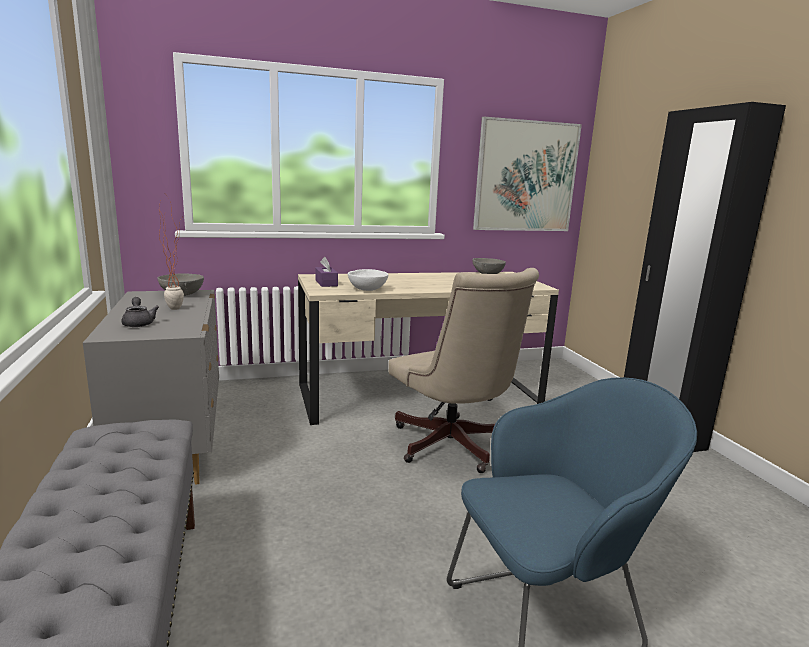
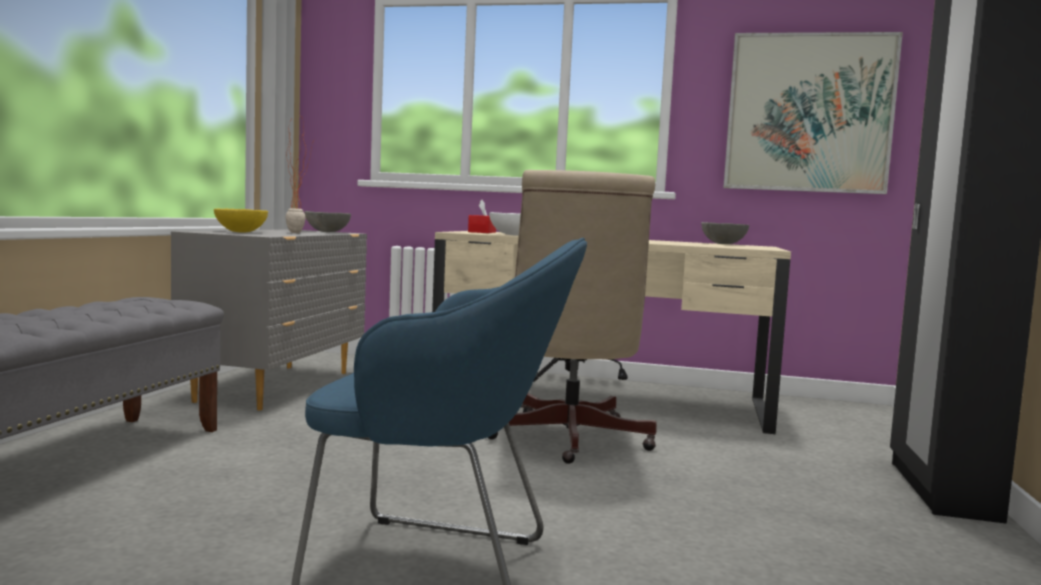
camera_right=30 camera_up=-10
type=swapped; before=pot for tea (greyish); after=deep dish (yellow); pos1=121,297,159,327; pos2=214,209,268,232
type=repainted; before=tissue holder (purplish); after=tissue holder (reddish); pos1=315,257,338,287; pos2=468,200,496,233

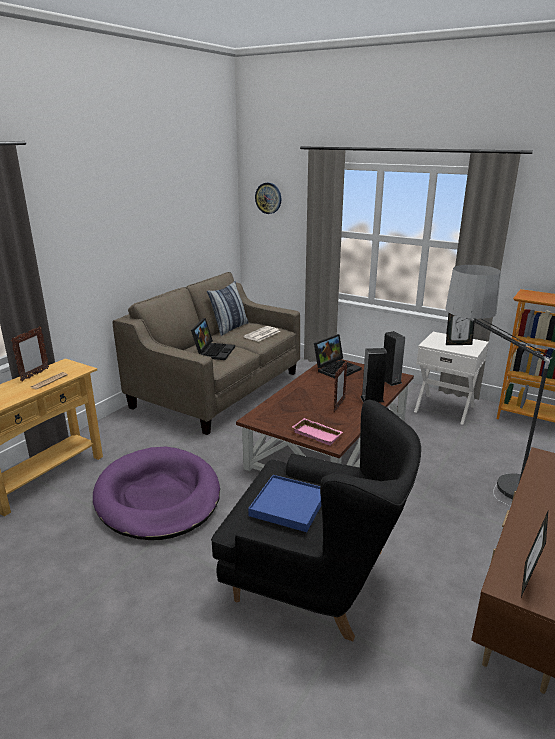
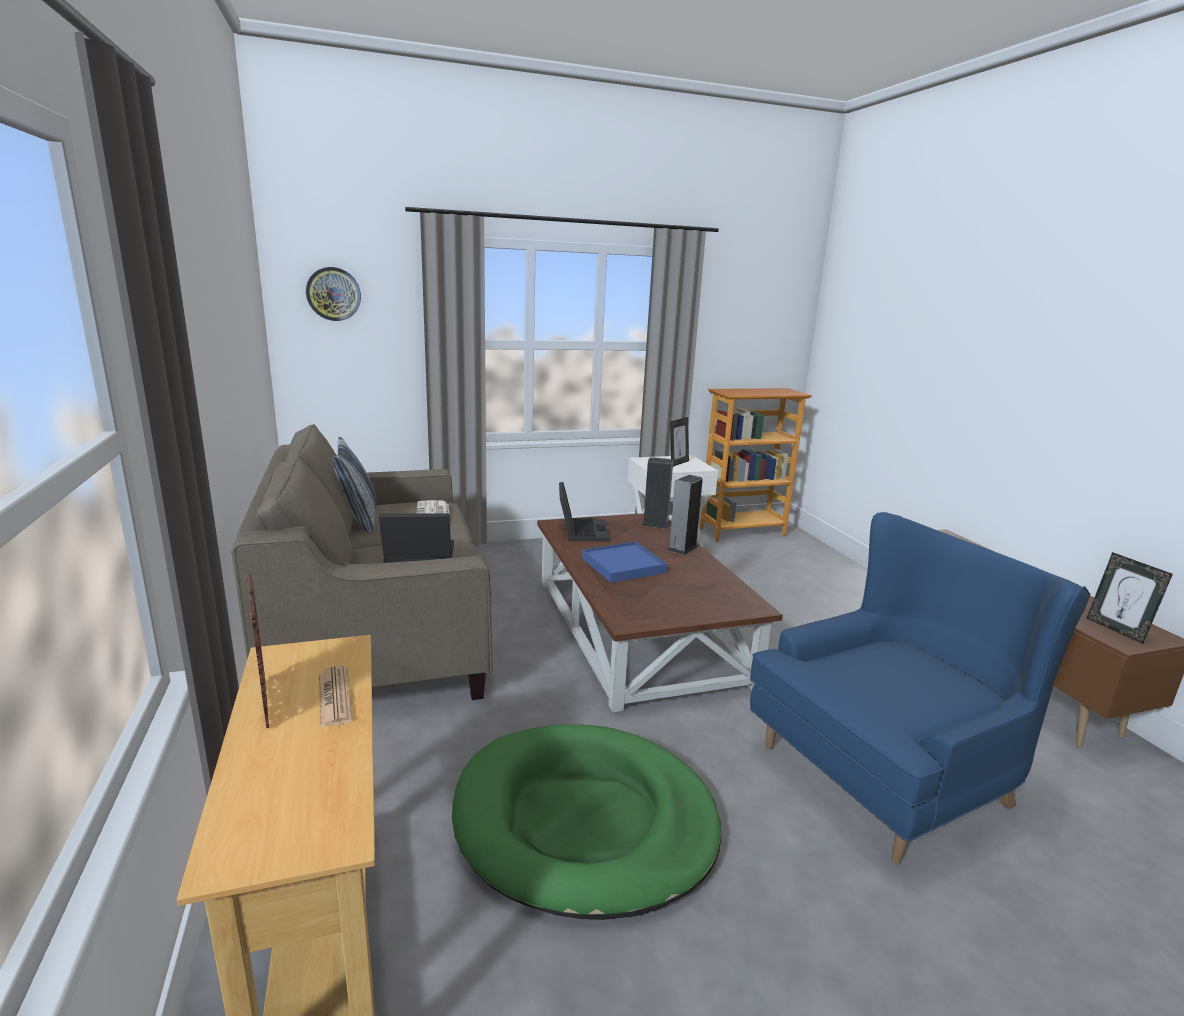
camera_right=-50 camera_up=-5
type=rotated; before=laptop; pos1=191,318,235,360; pos2=379,514,454,563; turn=-60
type=repainted; before=dog cushion (purplish); after=dog cushion (green-coloured); pos1=93,447,220,540; pos2=452,724,721,920
type=shifted; before=serving tray (bluish); pos1=248,475,321,532; pos2=582,542,667,583
type=repainted; before=lounge chair (black); after=lounge chair (bluish); pos1=211,400,421,641; pos2=750,512,1090,864
type=gone; before=serving tray (pinkish); pos1=292,418,343,446
type=gone; before=standing frame; pos1=334,360,347,412
type=gone; before=standard lamp; pos1=445,265,553,506

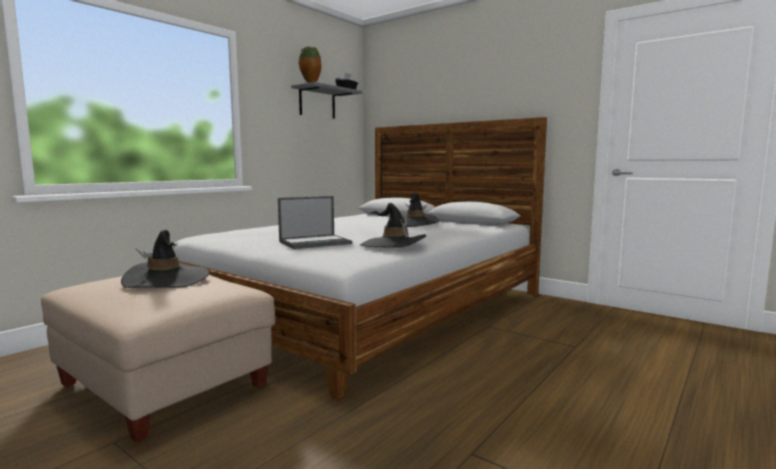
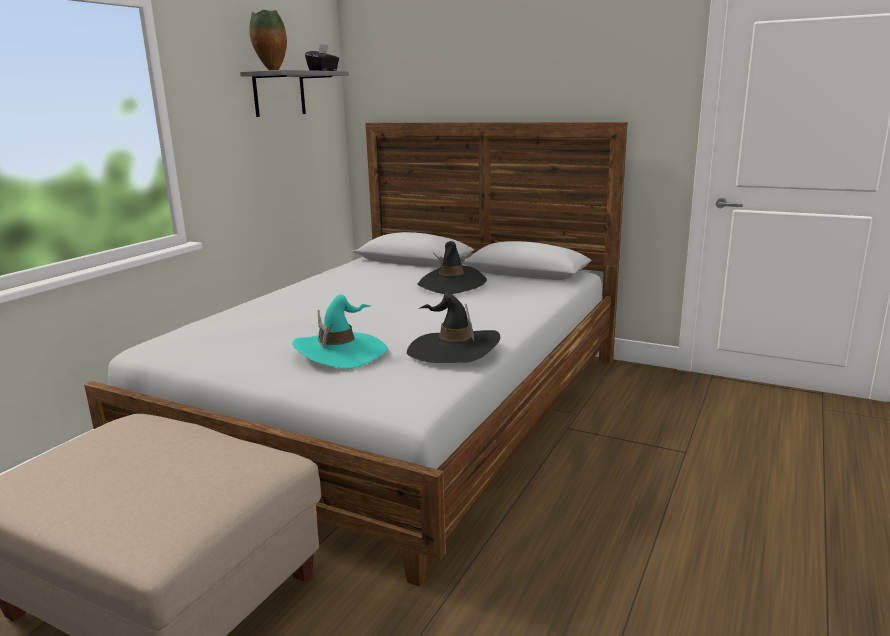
camera_right=-10 camera_up=10
type=swapped; before=laptop; after=hat (turquoise-coloured); pos1=278,196,352,249; pos2=292,294,388,369
type=gone; before=hat (black); pos1=121,230,210,288

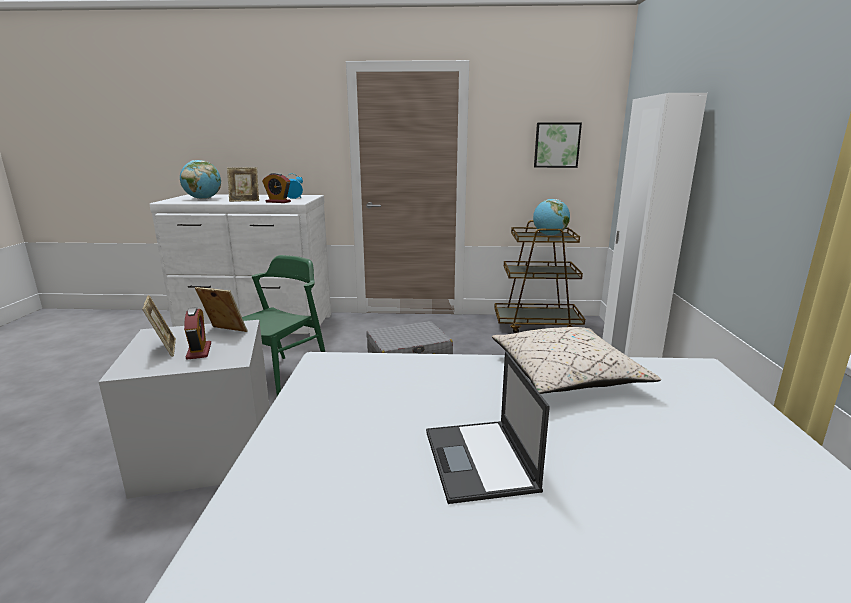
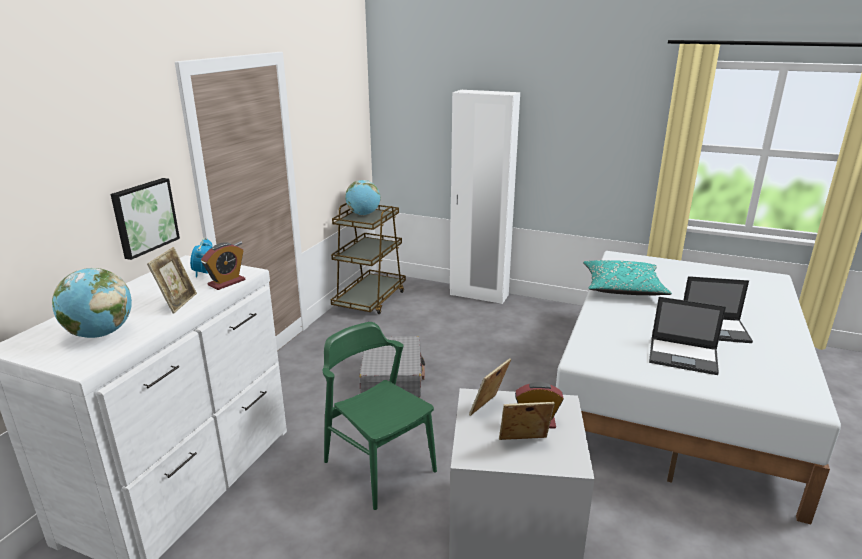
camera_right=-70 camera_up=5
type=shifted; before=wall art; pos1=534,123,582,168; pos2=111,178,180,260
type=repainted; before=throw pillow (beige); after=throw pillow (turquoise-coloured); pos1=492,327,661,394; pos2=583,260,672,295
type=new; after=laptop; pos2=649,297,726,375

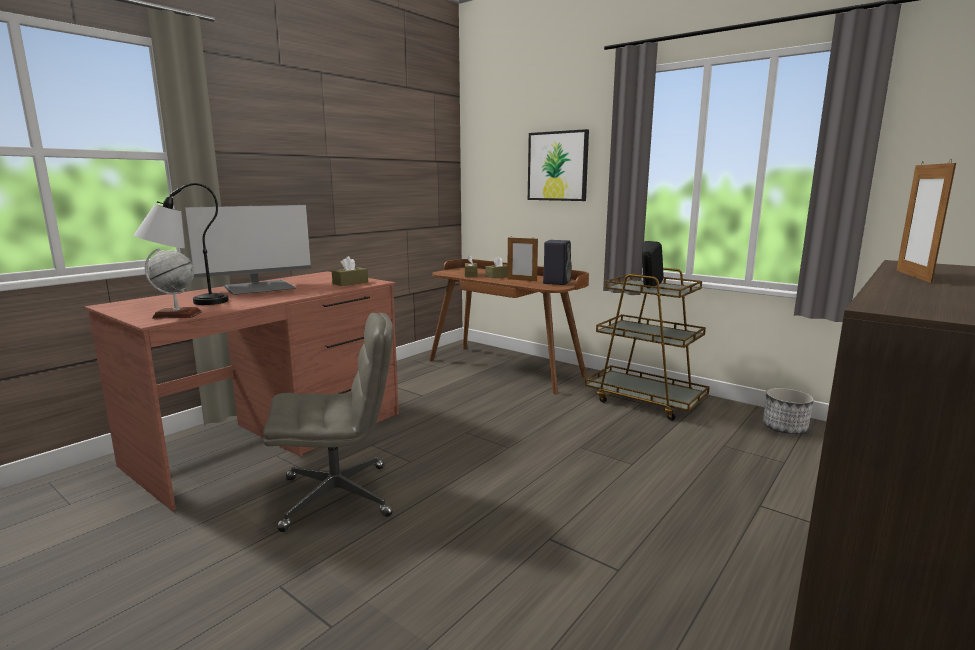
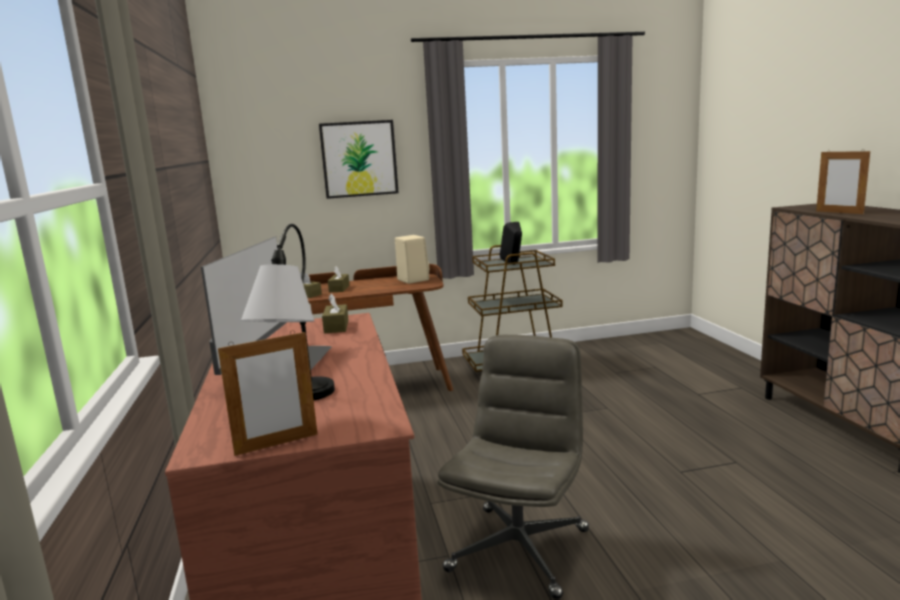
camera_right=-50 camera_up=0
type=shifted; before=standing frame; pos1=507,238,538,281; pos2=218,330,317,456
type=repainted; before=audio speaker (black); after=audio speaker (beige); pos1=543,240,572,285; pos2=395,235,429,284
type=gone; before=globe; pos1=145,248,202,319
type=gone; before=plant pot; pos1=763,388,814,434

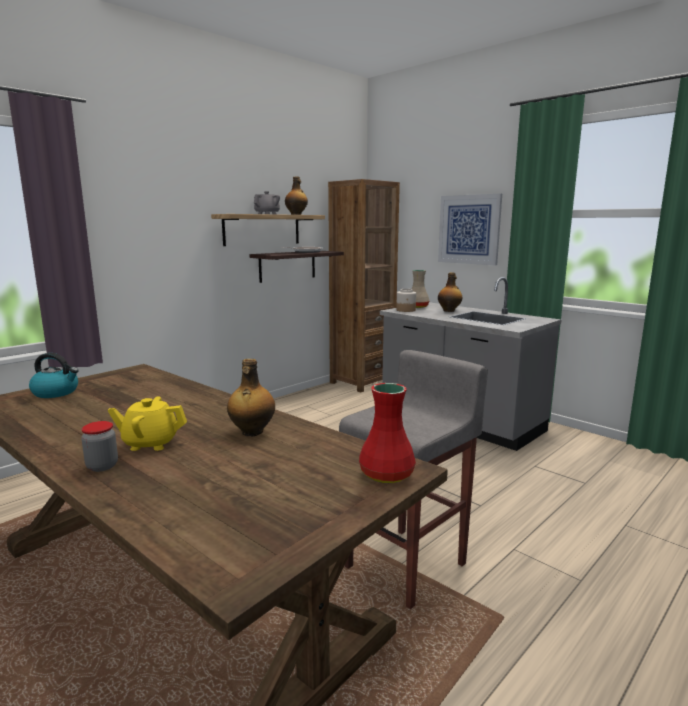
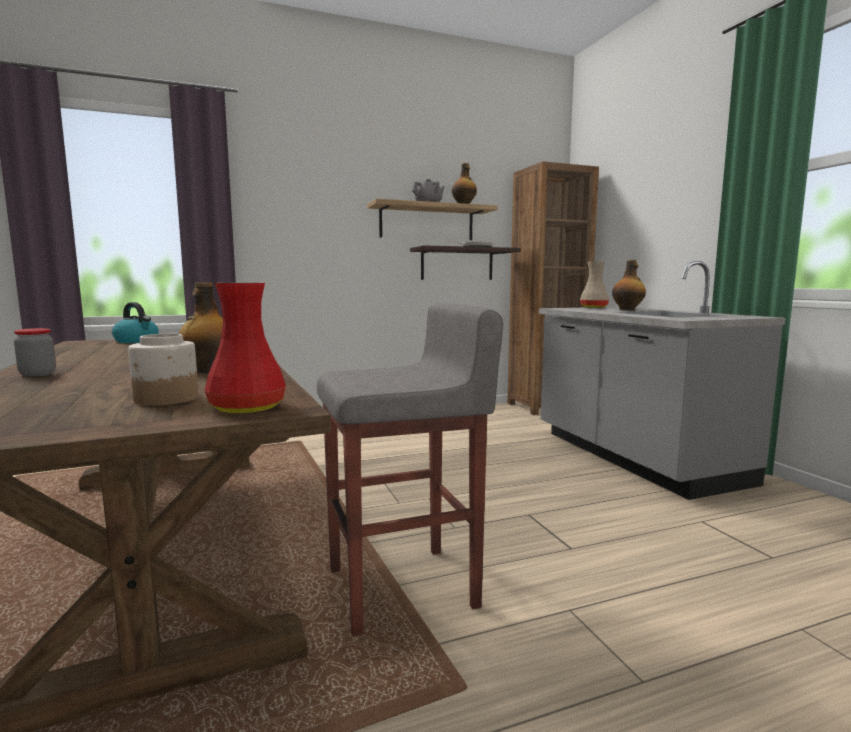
camera_right=25 camera_up=-5
type=shifted; before=preserve jar; pos1=396,289,416,312; pos2=128,334,198,406
type=gone; before=pot for tea (yellow); pos1=108,396,187,451
type=gone; before=wall art; pos1=438,194,502,265

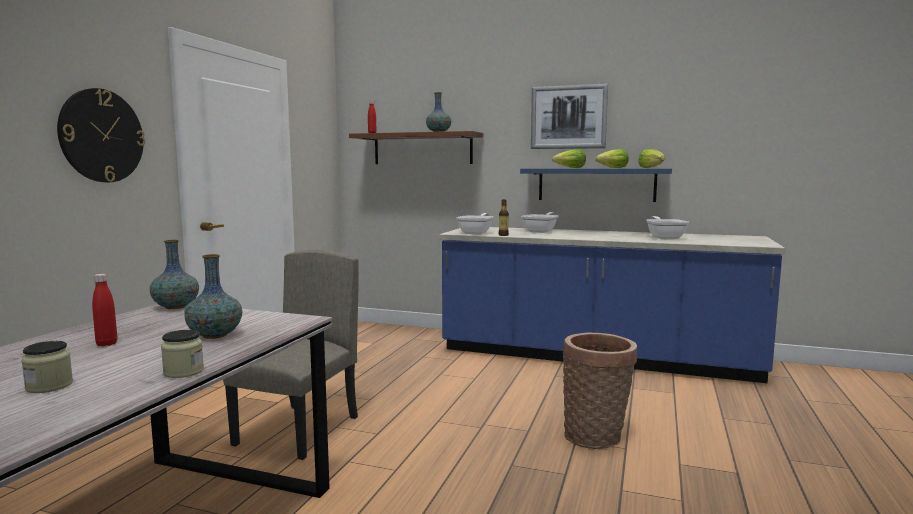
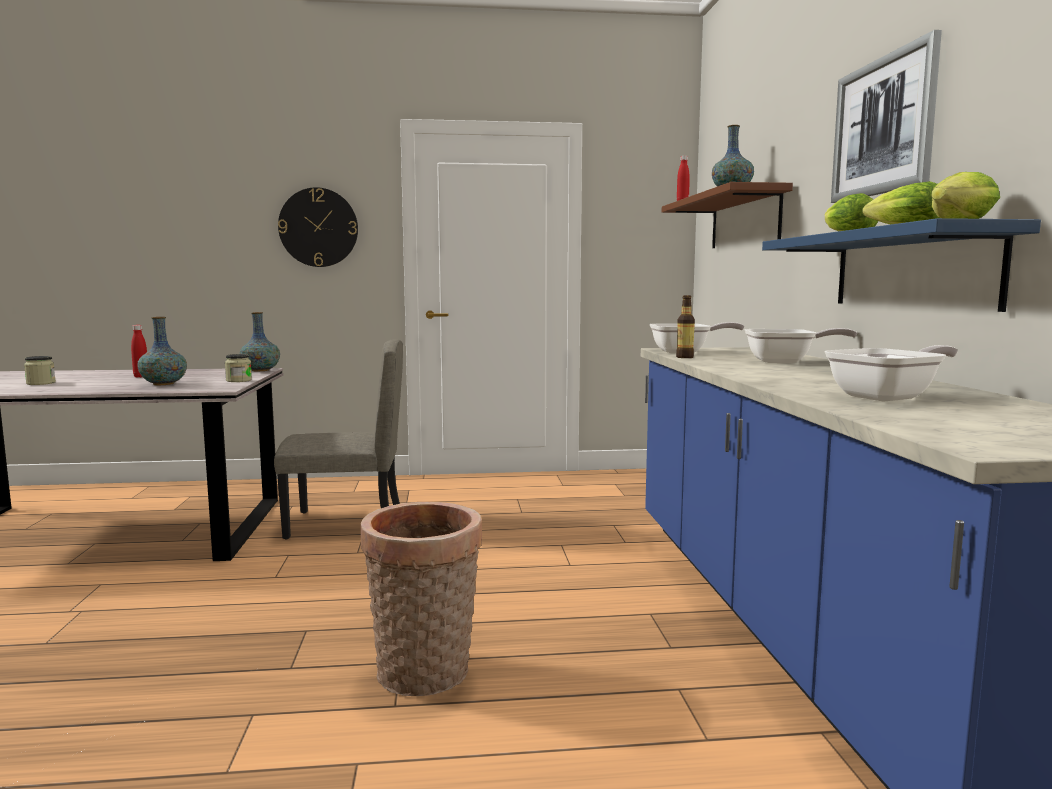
camera_right=65 camera_up=0
type=shifted; before=preserve jar; pos1=161,330,204,378; pos2=225,354,252,382

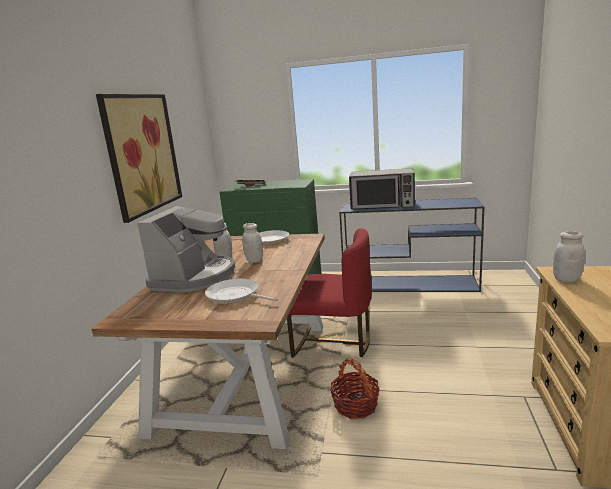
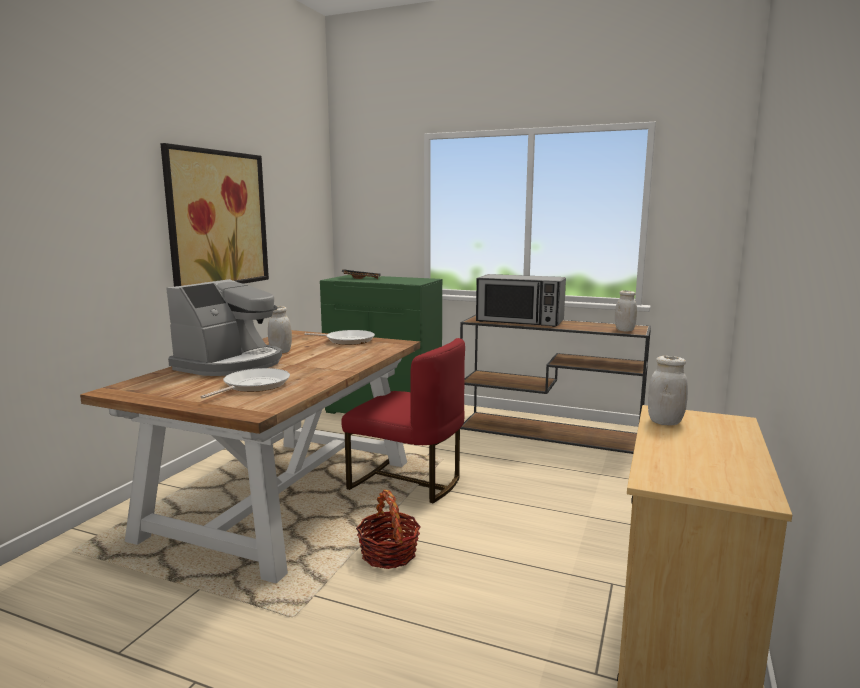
camera_right=10 camera_up=-5
type=rotated; before=skillet; pos1=205,278,278,304; pos2=201,368,290,399; turn=75
type=repainted; before=narrow table (bluish); after=narrow table (brownish); pos1=339,197,484,292; pos2=460,315,651,454
type=shifted; before=preserve jar (whitish); pos1=242,223,263,263; pos2=615,290,637,331

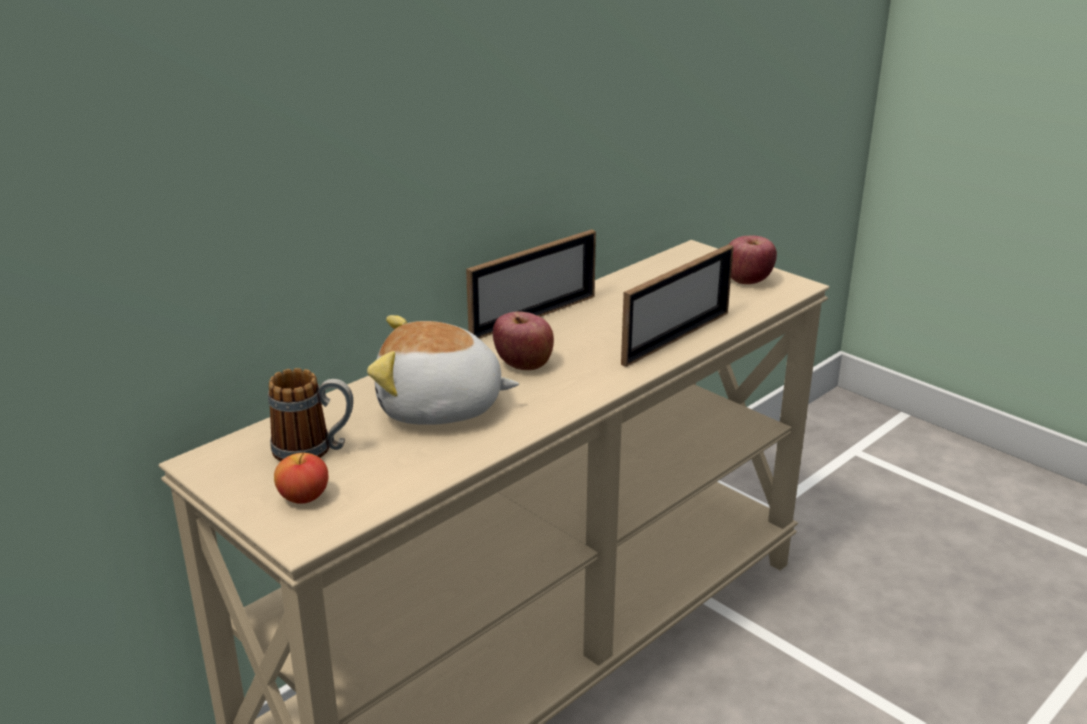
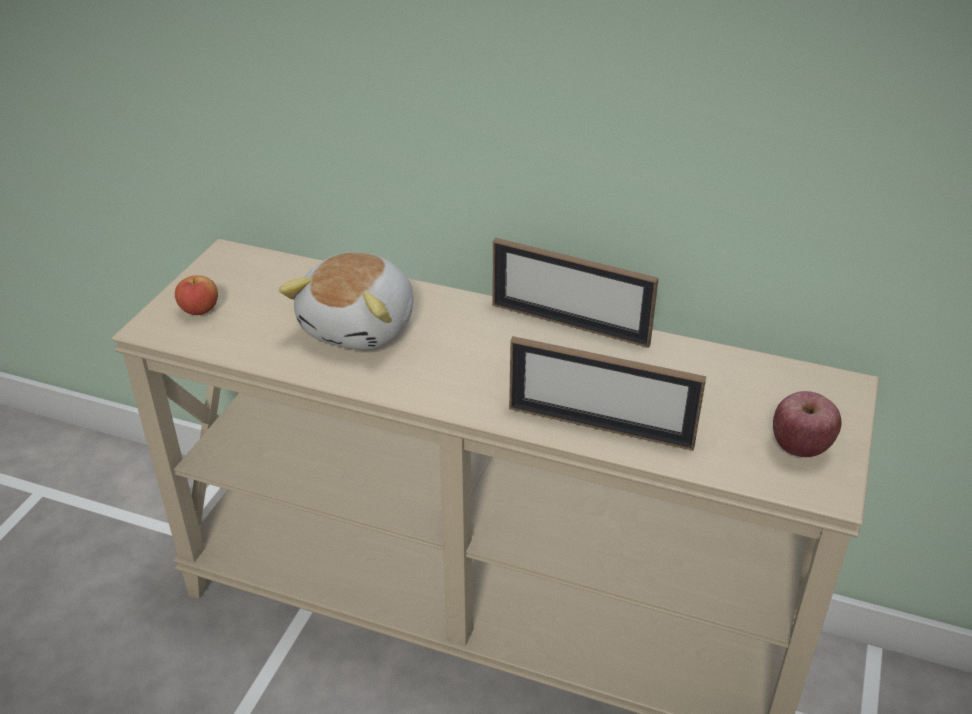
camera_right=65 camera_up=10
type=rotated; before=plush toy; pos1=367,315,519,425; pos2=279,252,414,350; turn=-135
type=gone; before=tea mug; pos1=268,368,353,462
type=gone; before=apple; pos1=493,312,554,370

